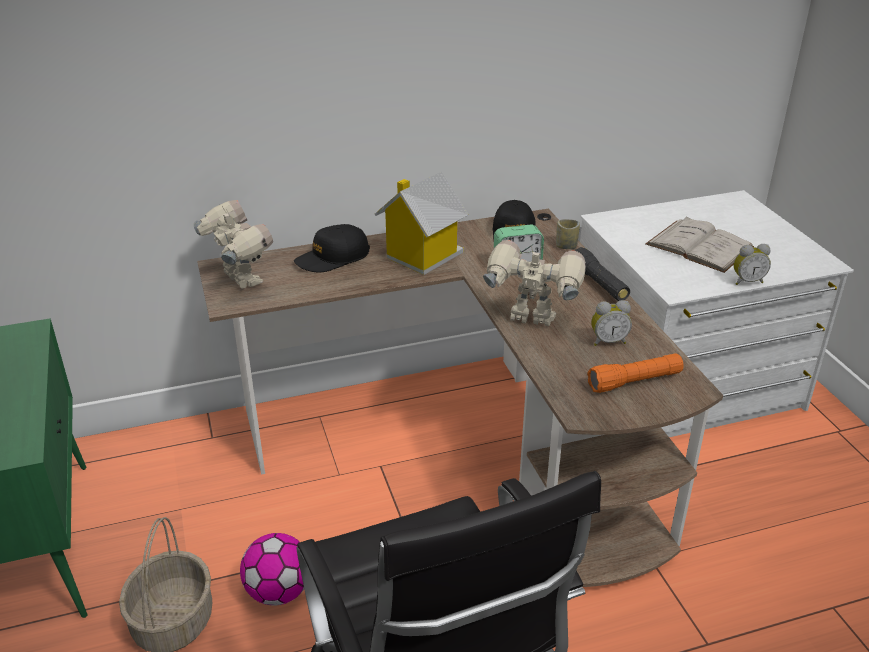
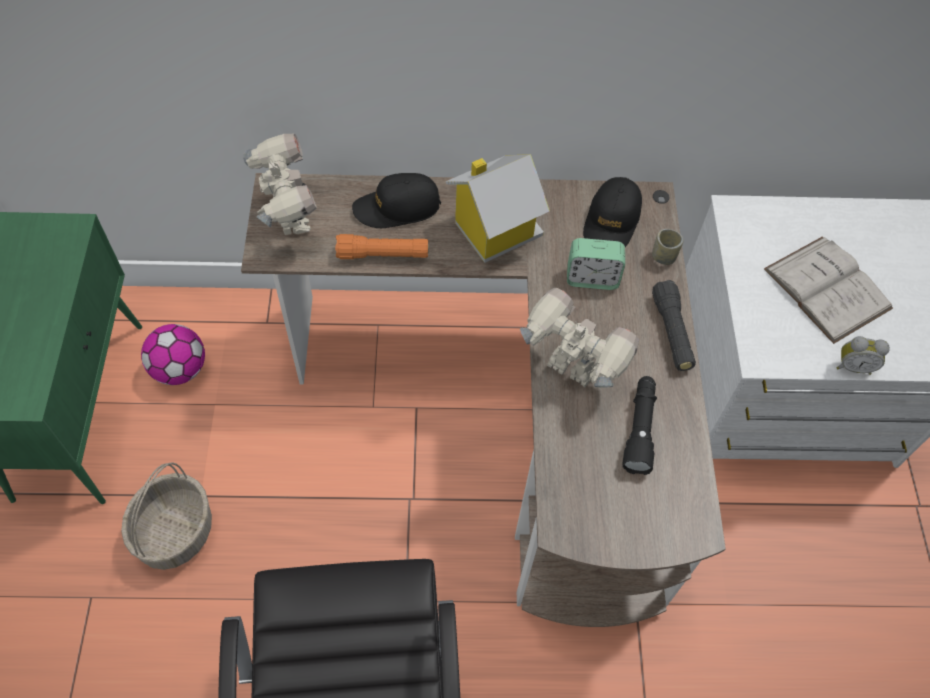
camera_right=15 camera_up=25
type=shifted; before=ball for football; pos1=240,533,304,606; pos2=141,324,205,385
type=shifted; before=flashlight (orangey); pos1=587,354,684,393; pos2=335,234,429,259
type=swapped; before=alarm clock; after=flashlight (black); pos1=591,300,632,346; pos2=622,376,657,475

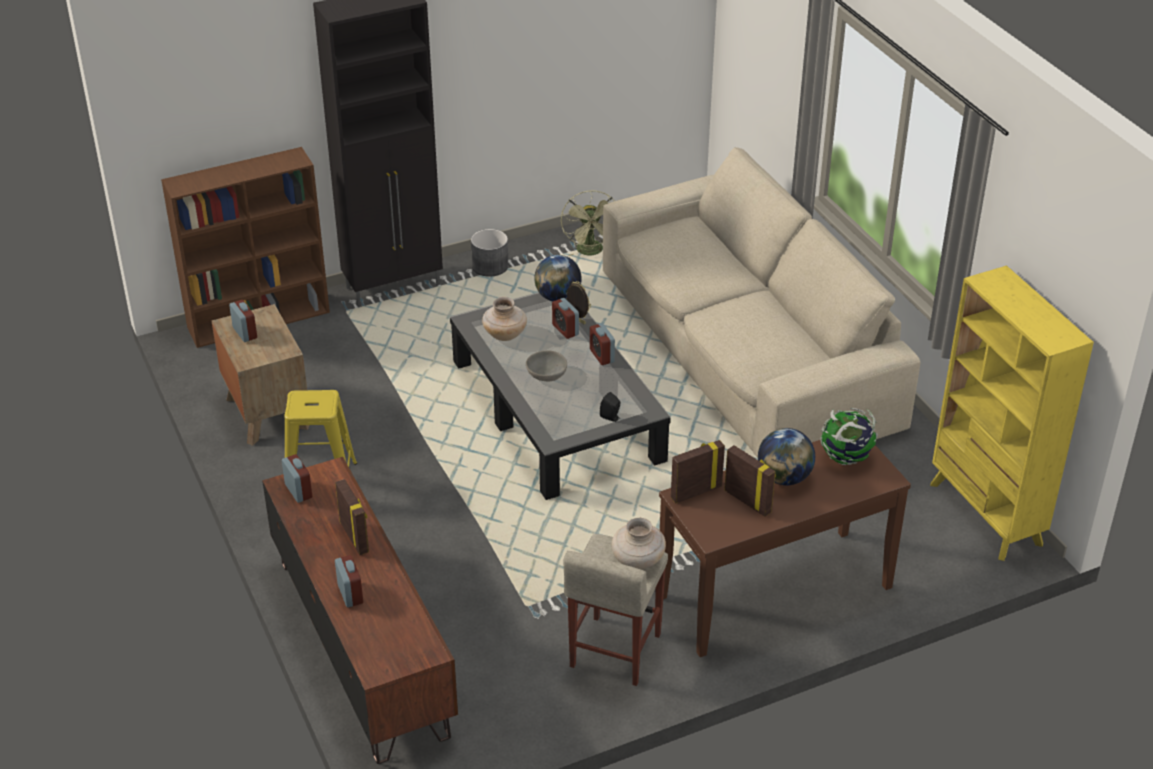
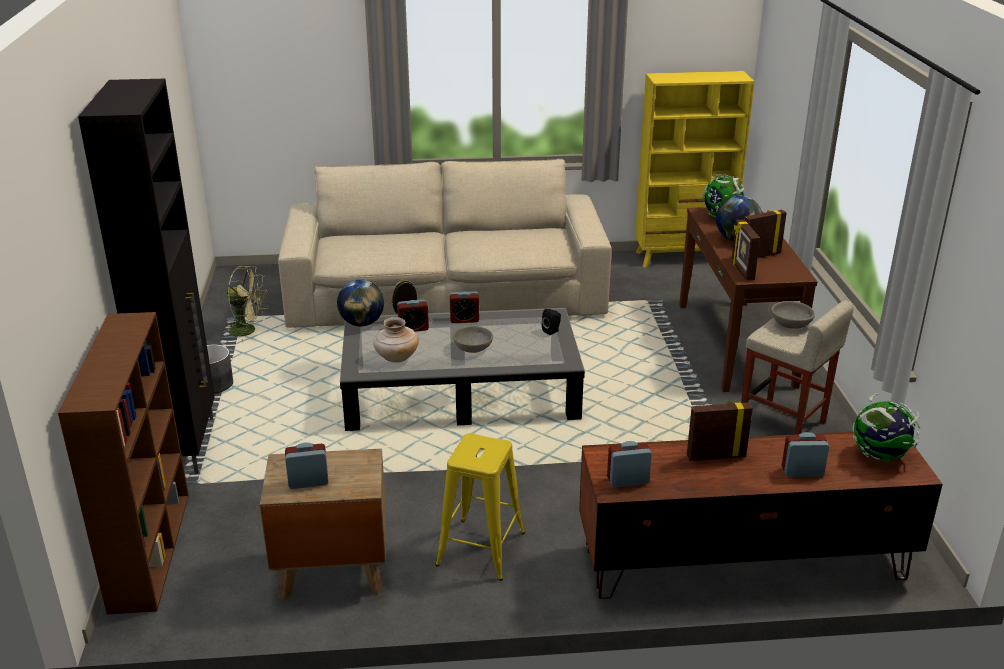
camera_right=-70 camera_up=-10
type=swapped; before=vase (beige); after=deep dish (greyish); pos1=612,518,666,569; pos2=771,301,815,328
type=new; after=globe; pos2=852,393,921,461

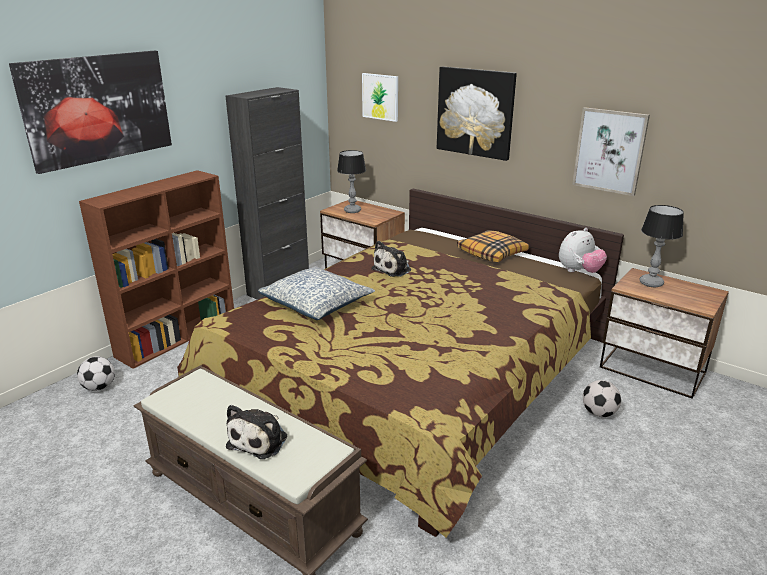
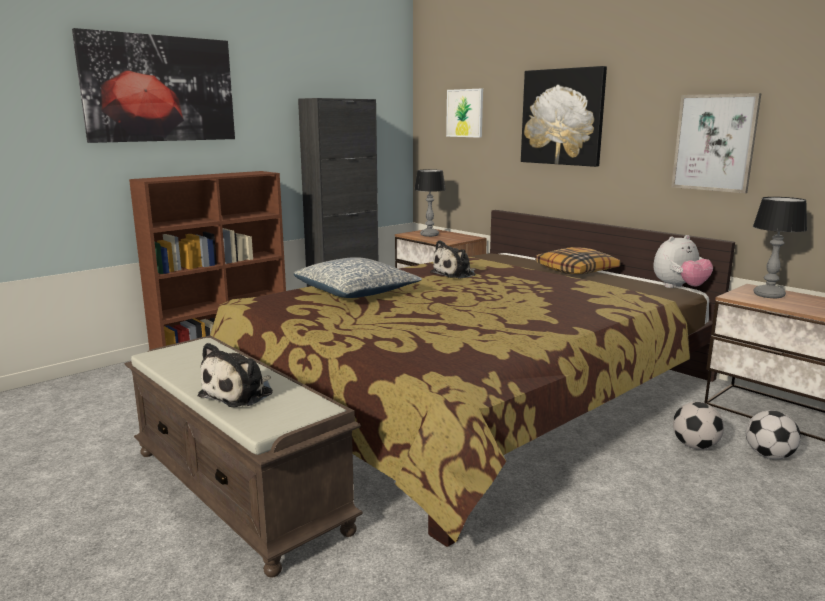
camera_right=10 camera_up=-10
type=shifted; before=ball for football; pos1=77,357,115,391; pos2=746,410,801,459

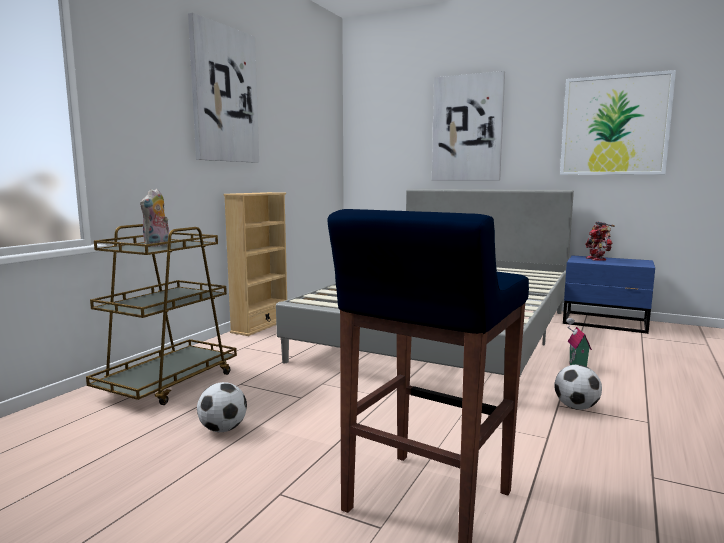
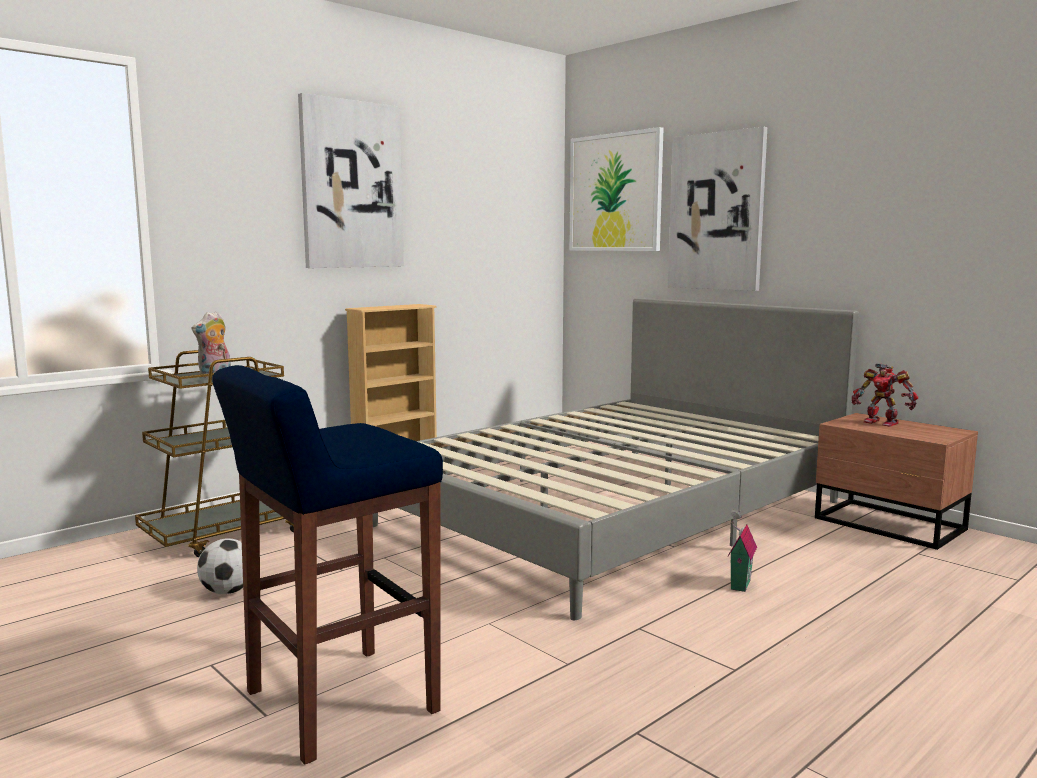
camera_right=20 camera_up=0
type=shifted; before=wall art; pos1=560,70,676,175; pos2=569,127,664,251
type=repainted; before=night table (bluish); after=night table (brownish); pos1=563,255,655,334; pos2=815,413,978,550
type=rotated; before=robot figure; pos1=585,221,615,261; pos2=852,363,918,427; turn=-60
type=gone; before=ball for football; pos1=554,365,602,410

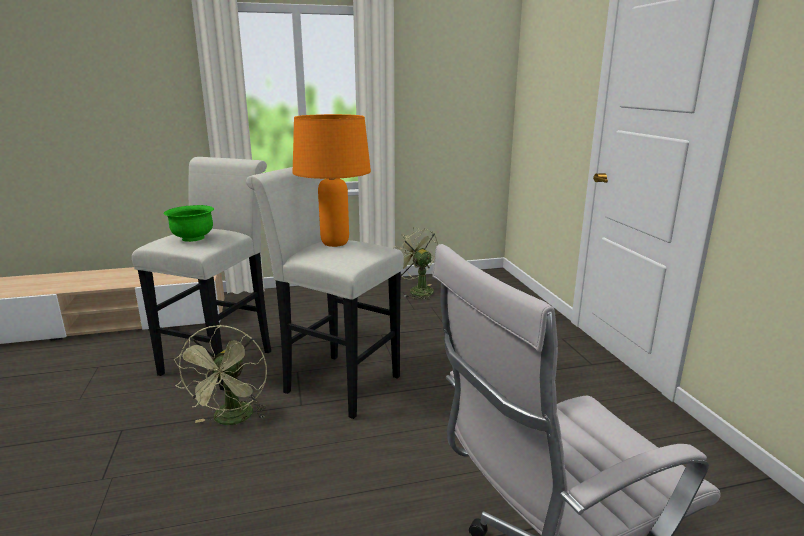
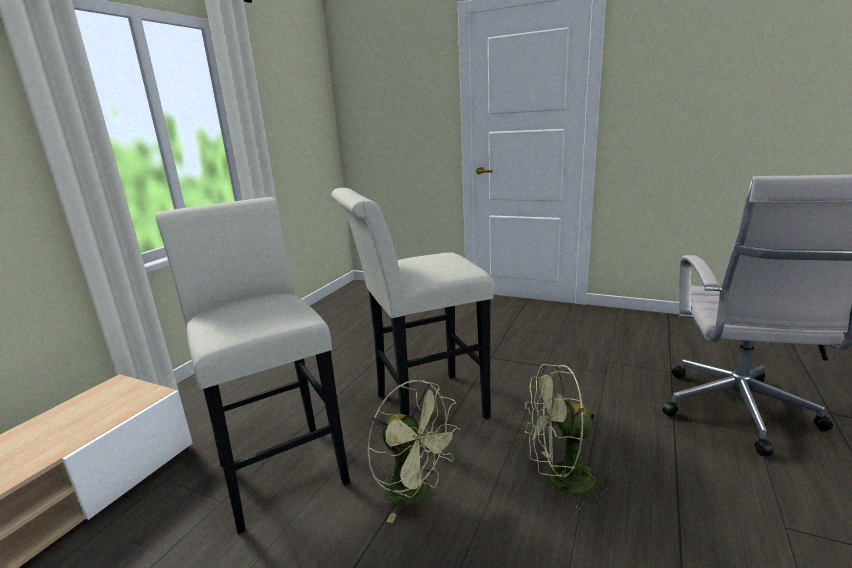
camera_right=-50 camera_up=0
type=shifted; before=cooling fan (green-coloured); pos1=393,227,438,300; pos2=525,364,613,510
type=gone; before=deep dish (green-coloured); pos1=164,205,214,242
type=gone; before=table lamp (orangey); pos1=293,114,371,247

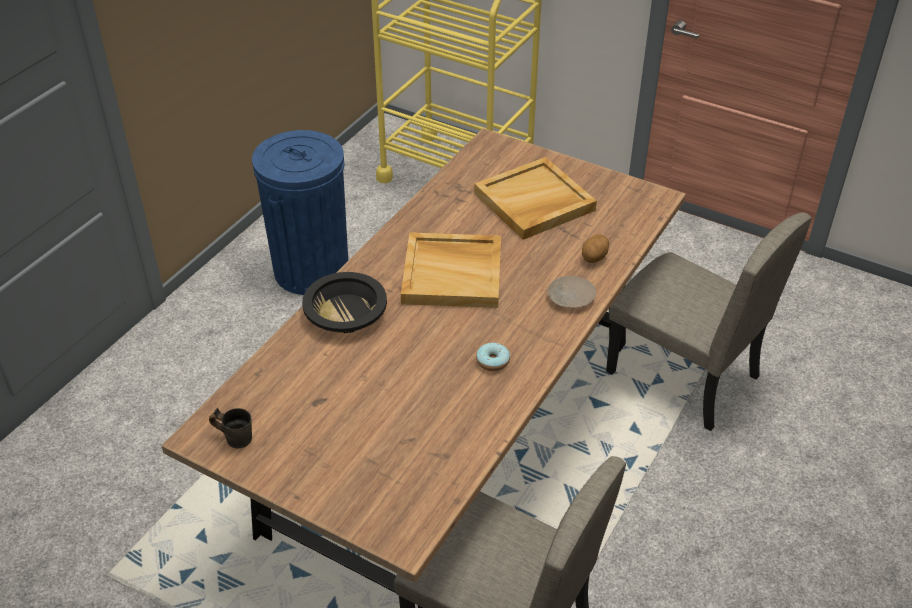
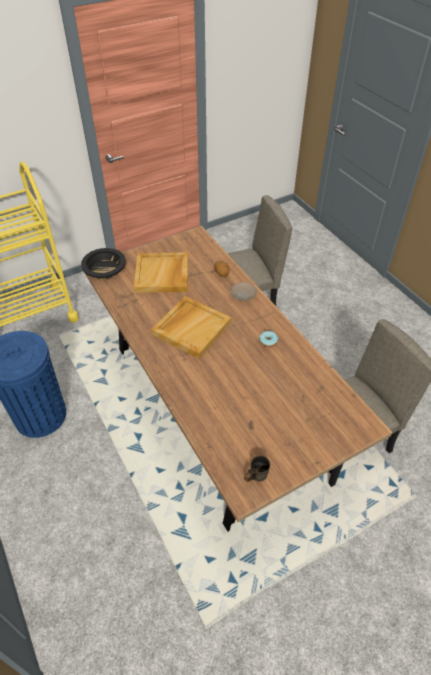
camera_right=-60 camera_up=5
type=shifted; before=deep dish (black); pos1=302,272,387,333; pos2=81,248,126,279

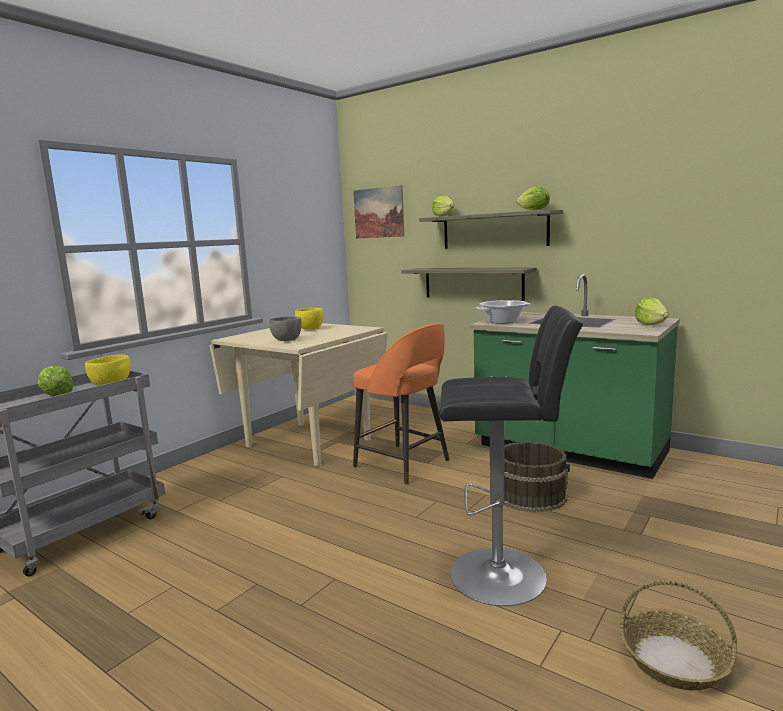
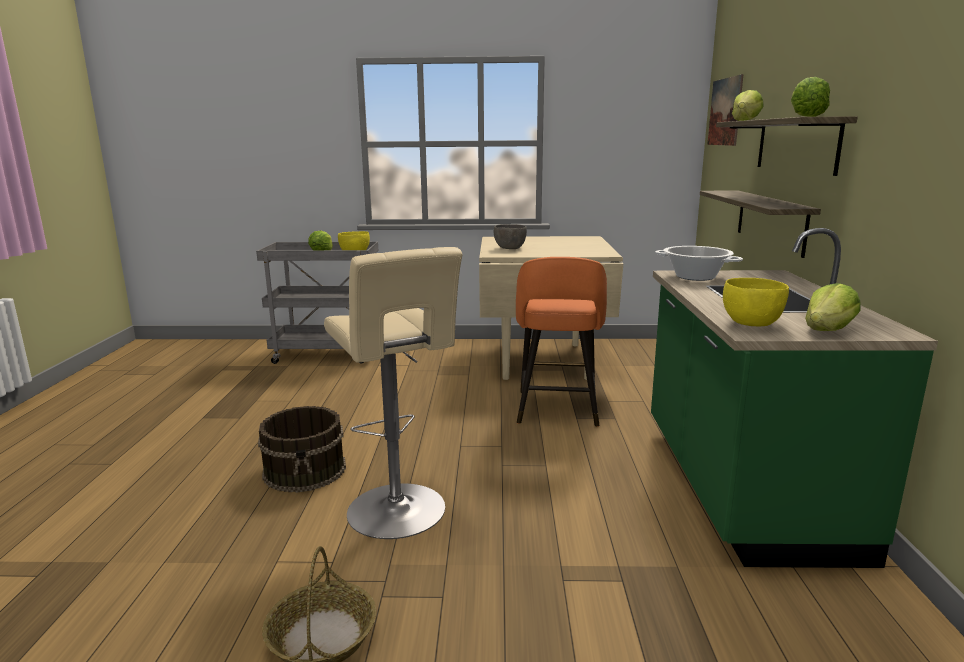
camera_right=55 camera_up=5
type=shifted; before=pail (brownish); pos1=504,442,570,512; pos2=258,406,346,493
type=repainted; before=stool seat (black); after=stool seat (beige); pos1=439,305,583,606; pos2=324,247,463,539
type=shifted; before=deep dish (yellow); pos1=295,308,324,330; pos2=723,278,789,326

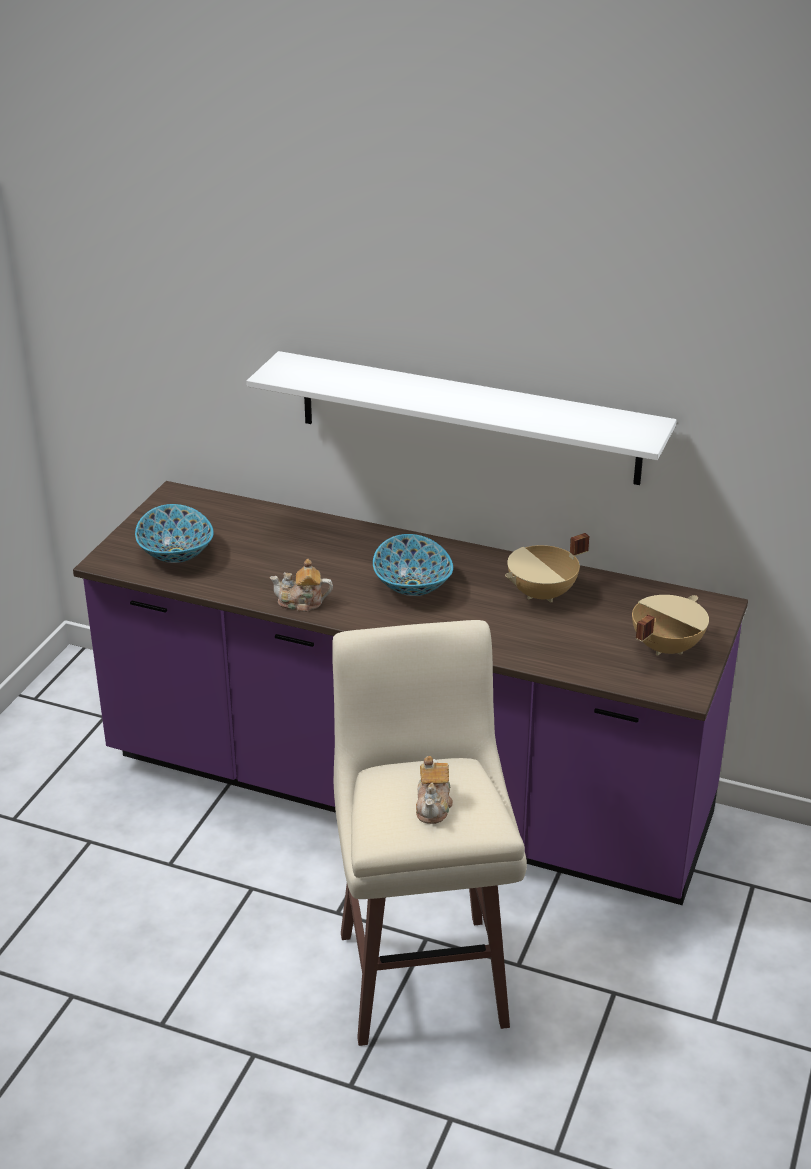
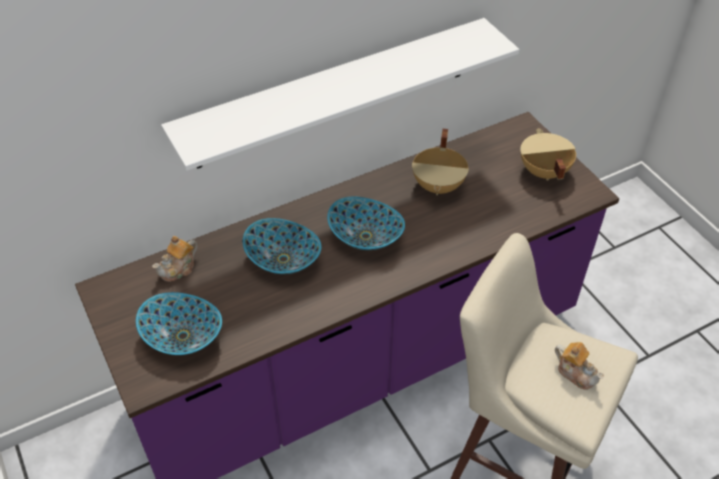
camera_right=-50 camera_up=15
type=shifted; before=pot for tea; pos1=270,559,333,612; pos2=152,236,198,282
type=new; after=deep dish; pos2=243,218,321,274

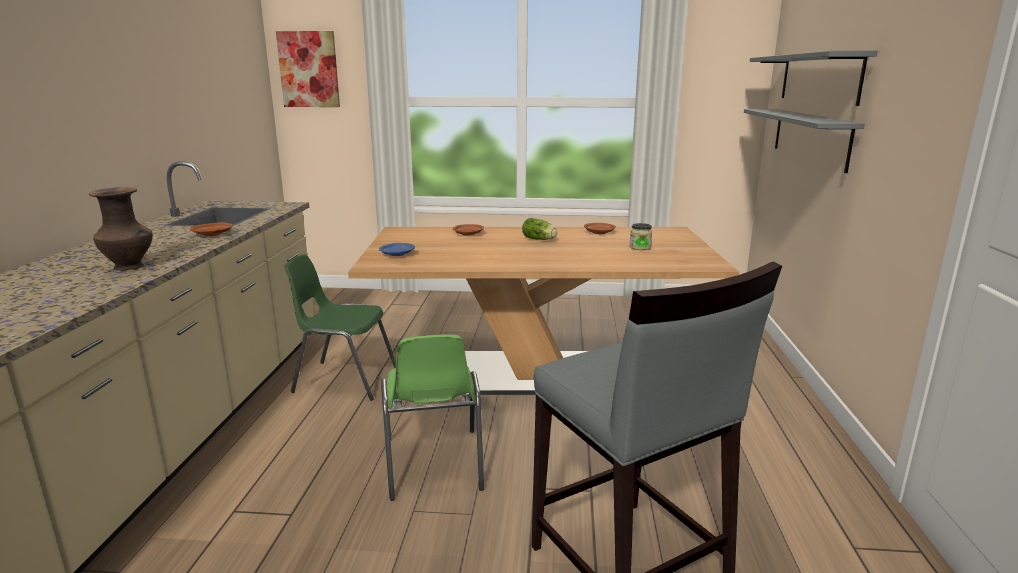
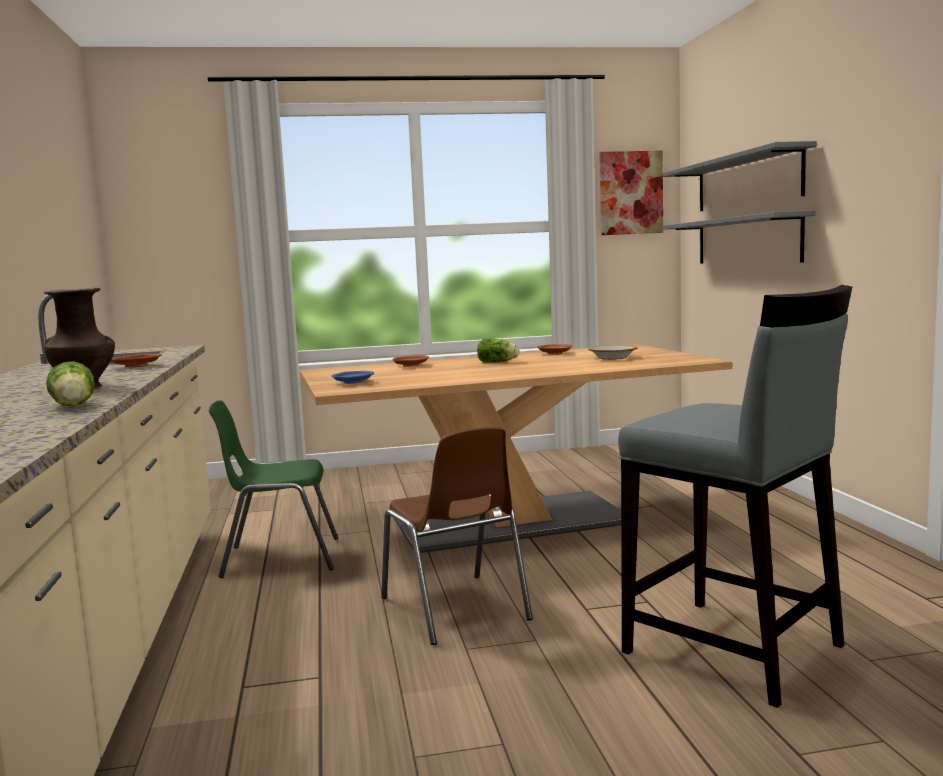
camera_right=-15 camera_up=-10
type=new; after=lettuce head; pos2=46,361,95,406
type=repainted; before=plain chair (green-coloured); after=plain chair (brownish); pos1=381,335,484,501; pos2=381,427,533,645
type=swapped; before=preserve jar; after=deep dish; pos1=629,223,652,250; pos2=588,345,637,360
type=shifted; before=wall art; pos1=276,31,340,107; pos2=599,150,663,235

